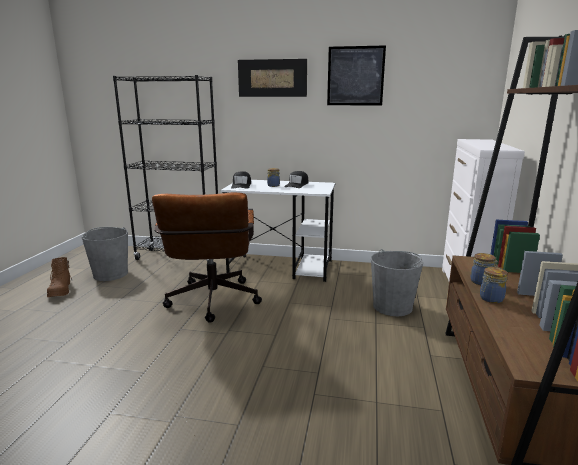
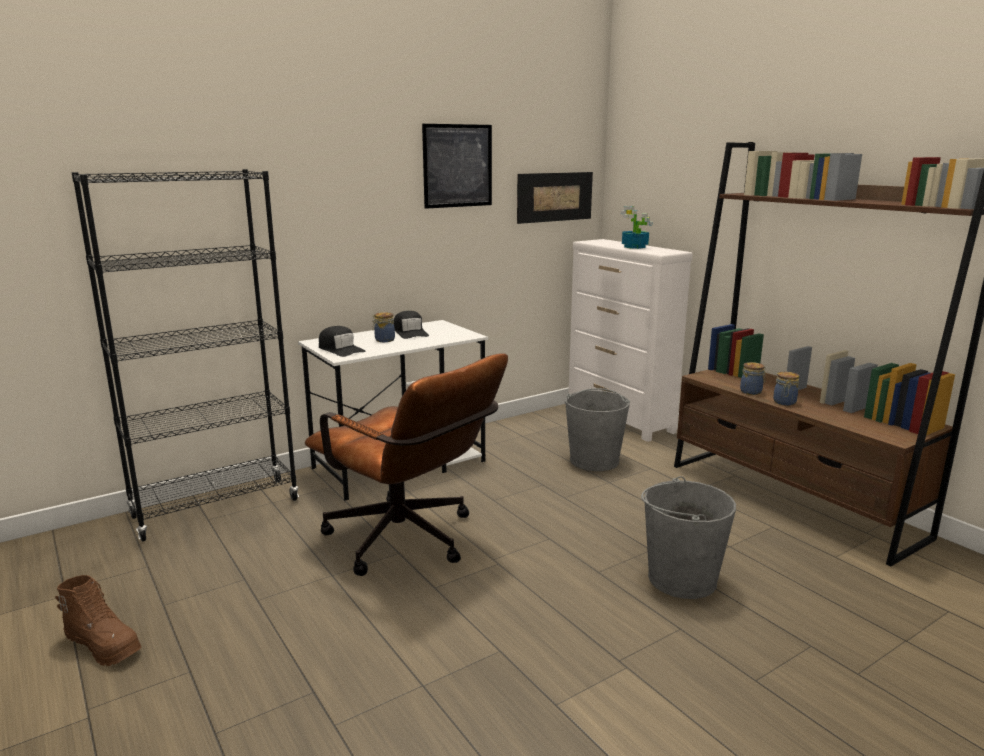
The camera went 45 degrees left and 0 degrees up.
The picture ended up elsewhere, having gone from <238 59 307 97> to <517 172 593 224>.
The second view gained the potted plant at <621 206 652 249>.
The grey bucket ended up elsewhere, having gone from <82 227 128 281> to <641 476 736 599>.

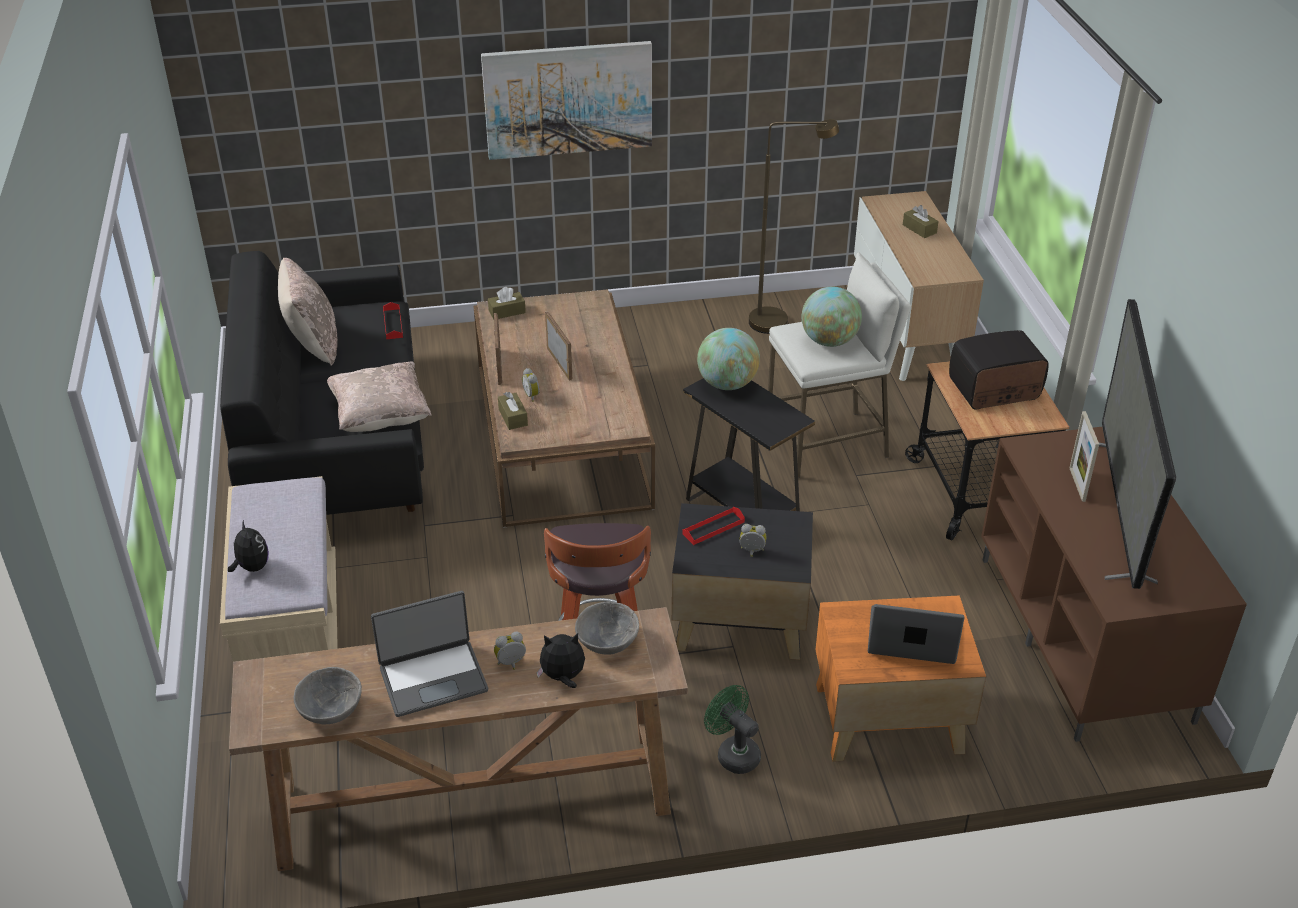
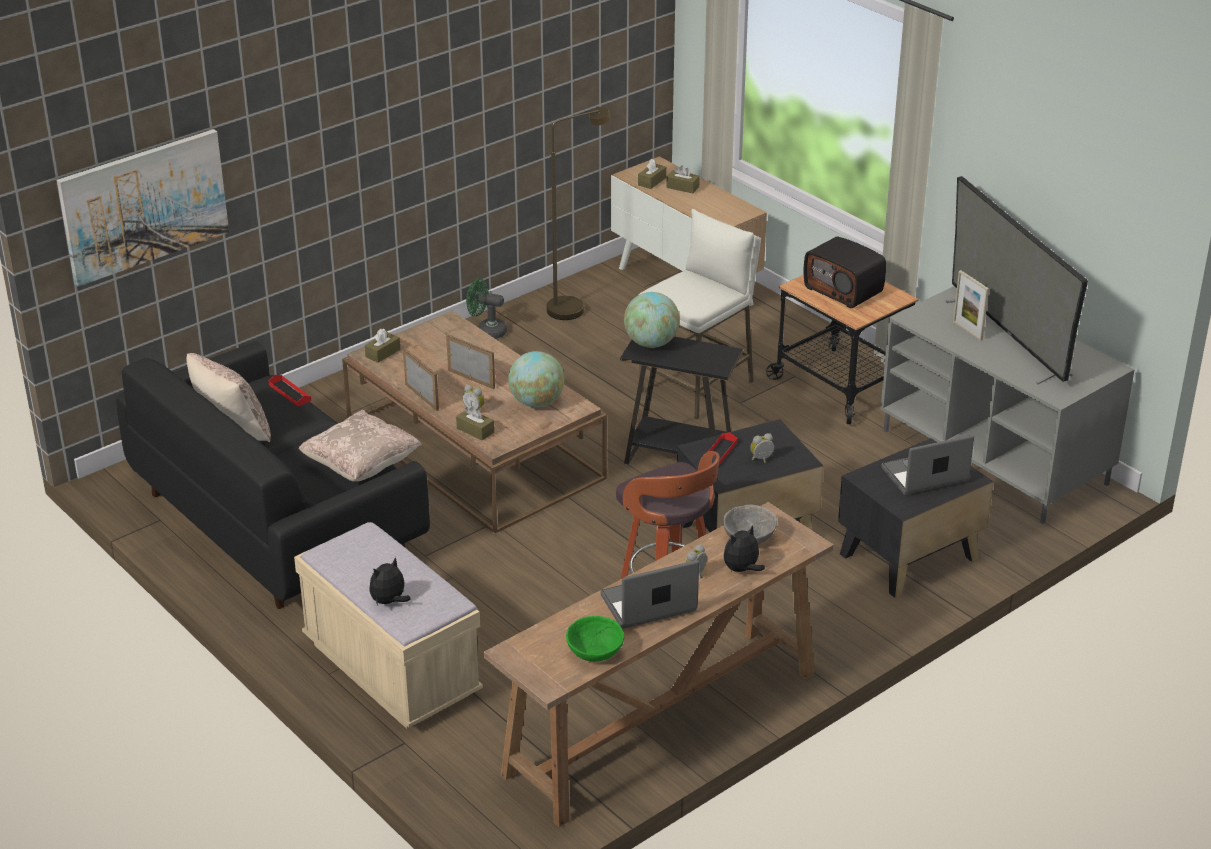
The camera went 30 degrees left and 5 degrees down.
The picture ended up elsewhere, having gone from <481 41 652 160> to <57 129 229 287>.
The plush toy at <228 520 269 572> ended up facing another way, 75 degrees counterclockwise from before.
The green fan ended up elsewhere, having gone from <704 685 761 774> to <466 278 507 339>.
The globe ended up elsewhere, having gone from <802 287 862 347> to <508 351 564 407>.
What was the grey bowl at <293 667 362 724> turned into the green bowl at <566 616 624 662>.
The laptop at <371 591 488 717> ended up facing another way, 150 degrees counterclockwise from before.
The second view gained the brown tissue box at <638 159 666 189>.
The radio at <949 330 1049 410> ended up facing another way, 90 degrees counterclockwise from before.
What was the orange side table at <815 595 986 762> turned into the black side table at <838 438 993 598>.
What was the brown tv stand at <981 427 1247 742> turned into the grey tv stand at <880 286 1135 524>.

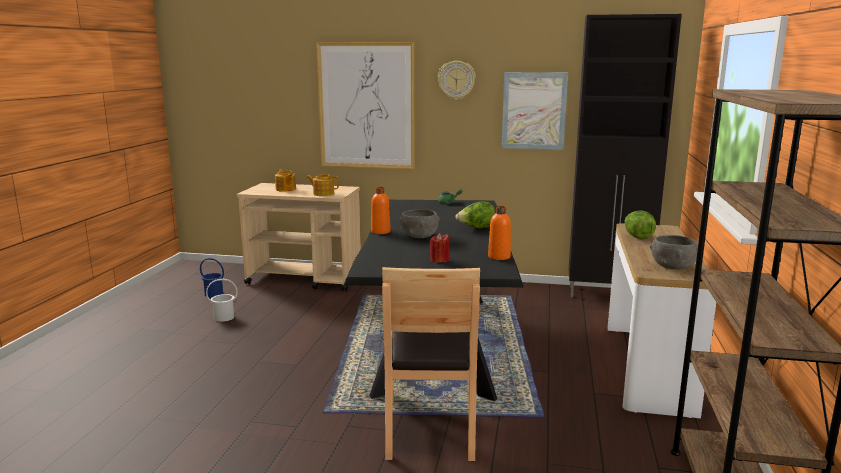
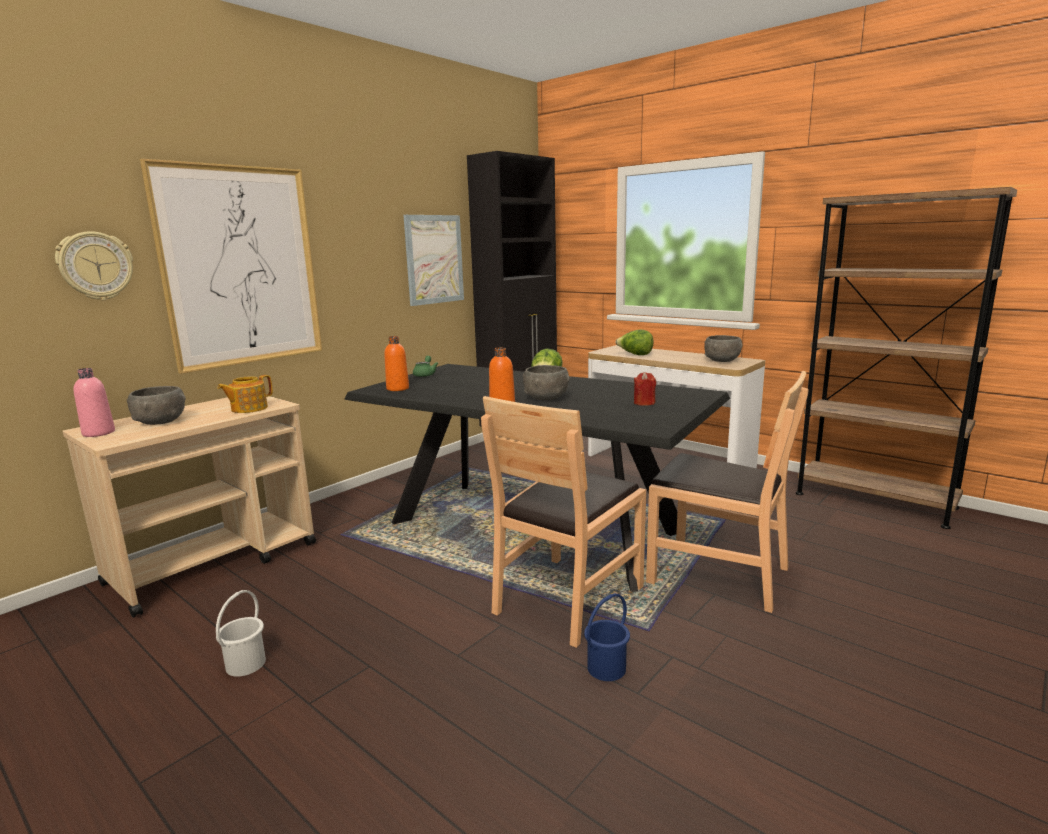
The camera went 60 degrees left and 0 degrees up.
The wall clock ended up elsewhere, having gone from <438 61 476 100> to <55 231 133 300>.
The second view gained the pink bottle at <74 368 115 437>.
Where the teapot stood at <275 170 296 192>, the grey bowl came to stand at <127 386 186 425>.
The orange bottle ended up elsewhere, having gone from <488 206 511 260> to <384 336 409 391>.
The second view gained the brown chair at <481 396 646 648>.
The blue bucket ended up elsewhere, having gone from <200 258 224 297> to <584 594 630 681>.

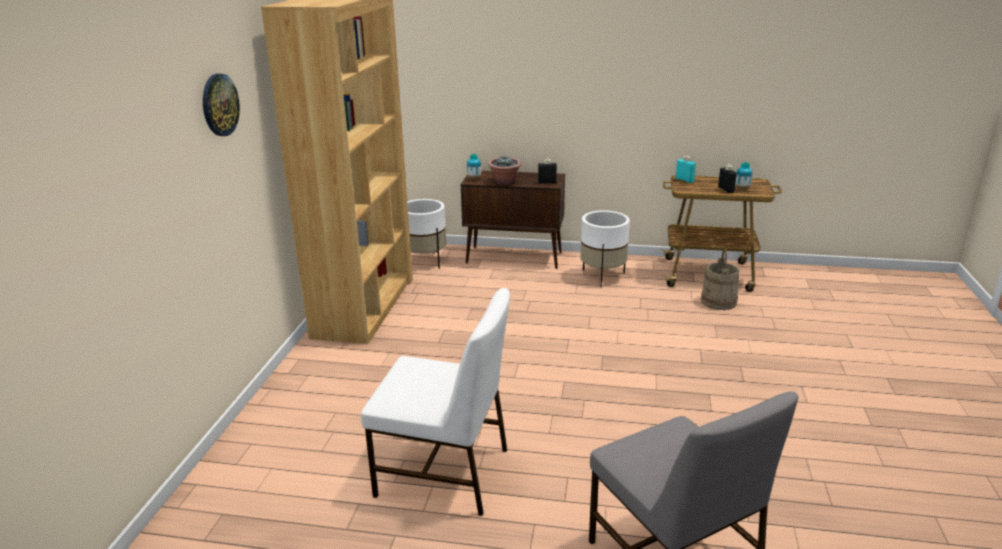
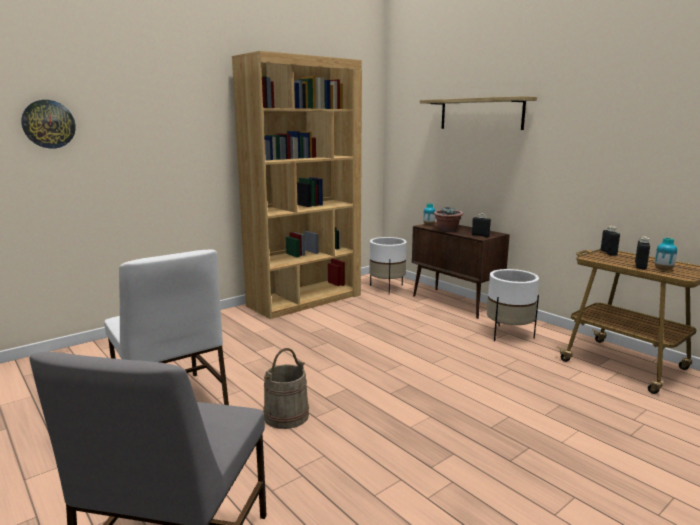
The camera went 40 degrees right and 10 degrees down.
The wall clock ended up elsewhere, having gone from <203 74 240 136> to <21 100 76 149>.
The beige bucket ended up elsewhere, having gone from <701 249 739 310> to <263 348 309 429>.
The second view gained the shelf at <420 96 537 130>.
What was the turquoise bottle at <676 156 696 183> turned into the black bottle at <601 226 620 255>.

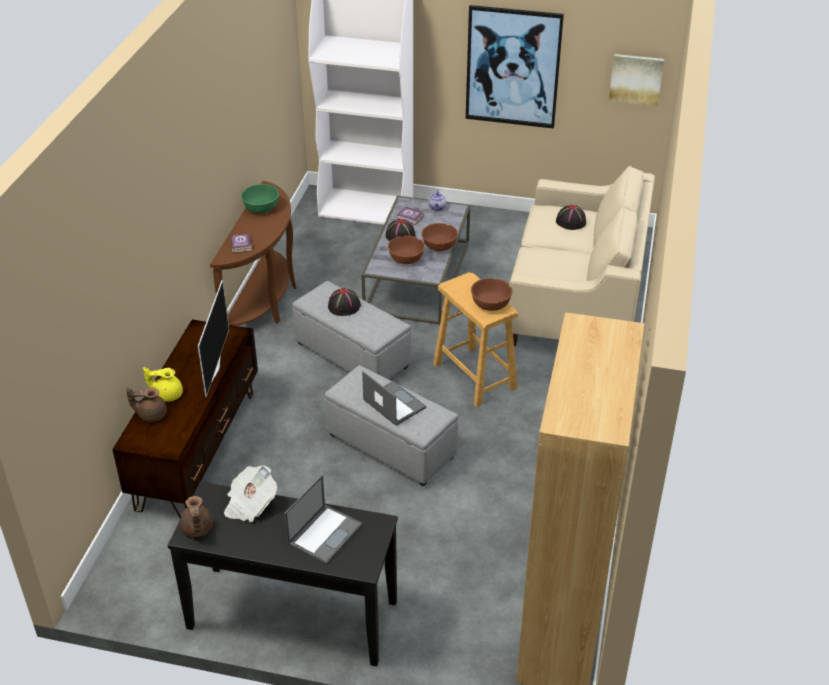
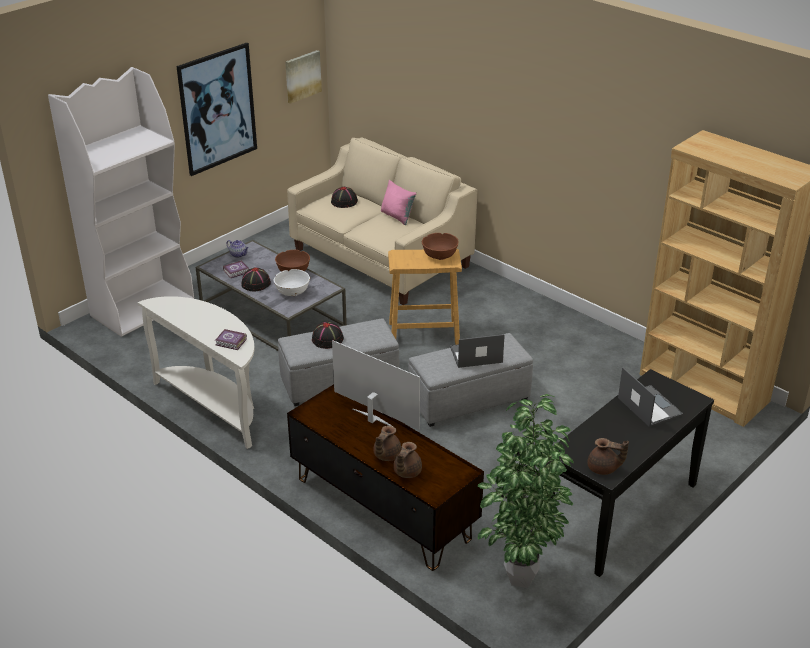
The camera went 60 degrees left and 5 degrees down.
What was the brown console table at <210 181 296 326> turned into the white console table at <138 296 255 449>.
What was the brown bowl at <388 236 425 264> turned into the white bowl at <274 269 310 296>.
What was the yellow teapot at <143 367 183 402> turned into the brown teapot at <373 425 401 461>.
The second view gained the pink pillow at <381 180 416 225>.
The second view gained the potted plant at <478 394 574 588>.
The second view lost the newspaper at <224 466 277 522>.
The second view lost the green bowl at <241 184 279 213>.

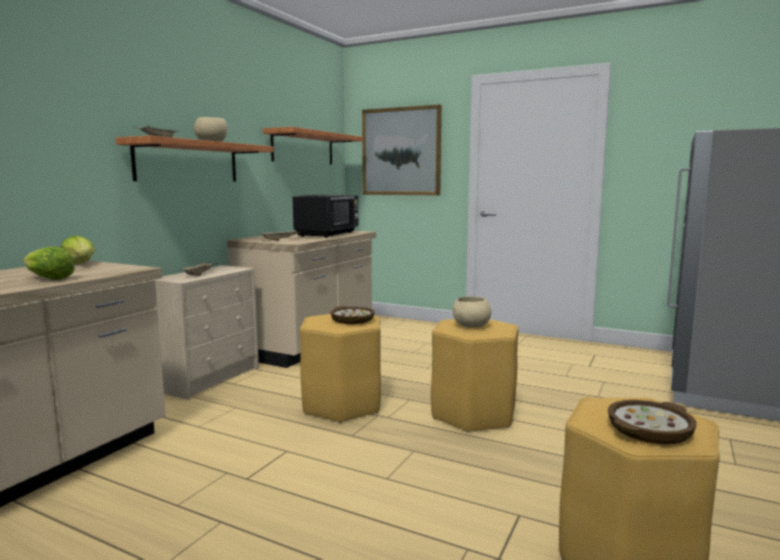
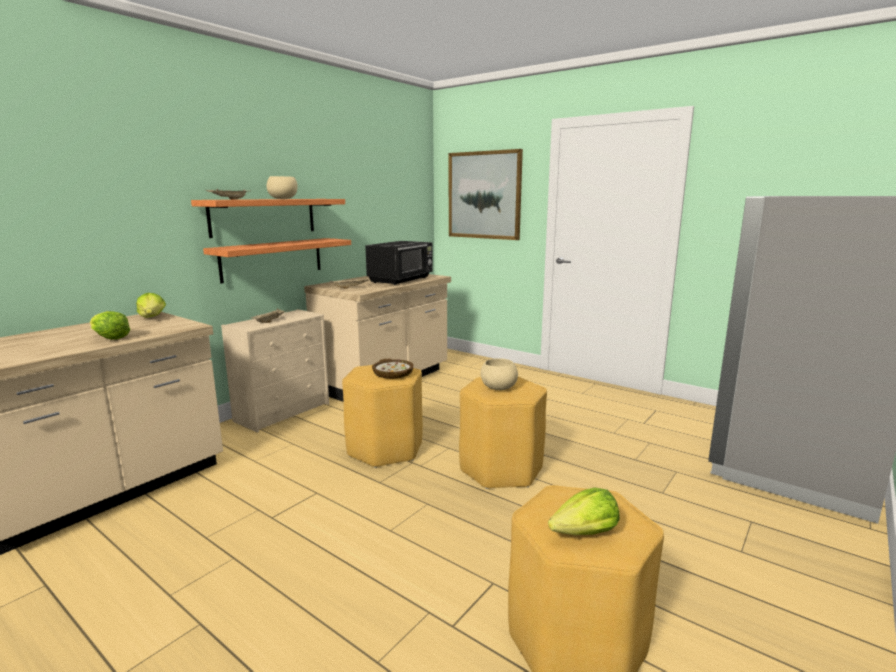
The camera went 10 degrees right and 5 degrees up.
The shelf ended up elsewhere, having gone from <263 127 363 165> to <203 238 351 283>.
Where the bowl stood at <608 400 697 444>, the lettuce came to stand at <548 487 620 535>.

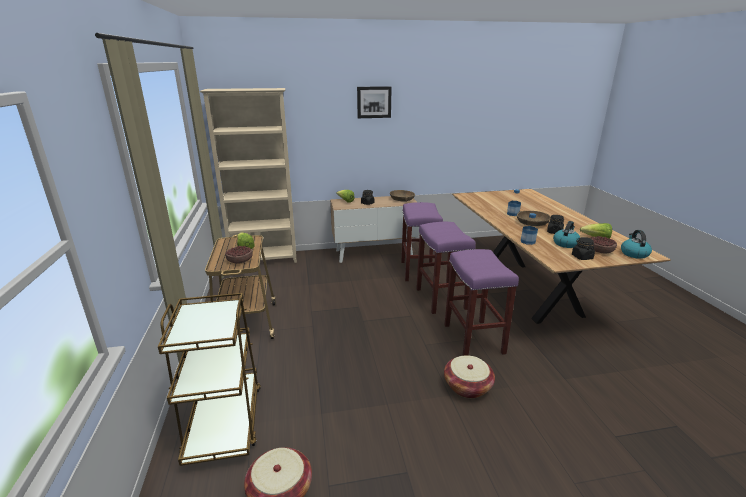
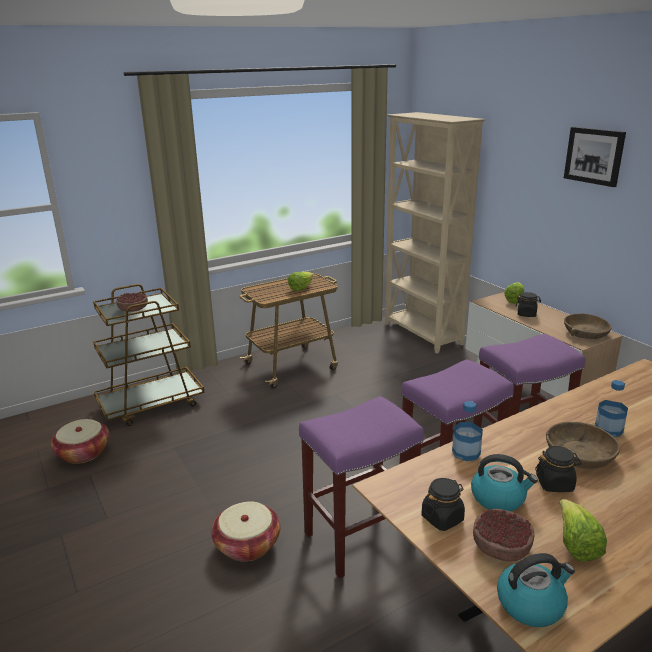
The camera went 70 degrees right and 0 degrees up.
The bowl ended up elsewhere, having gone from <225 246 253 264> to <116 293 148 312>.

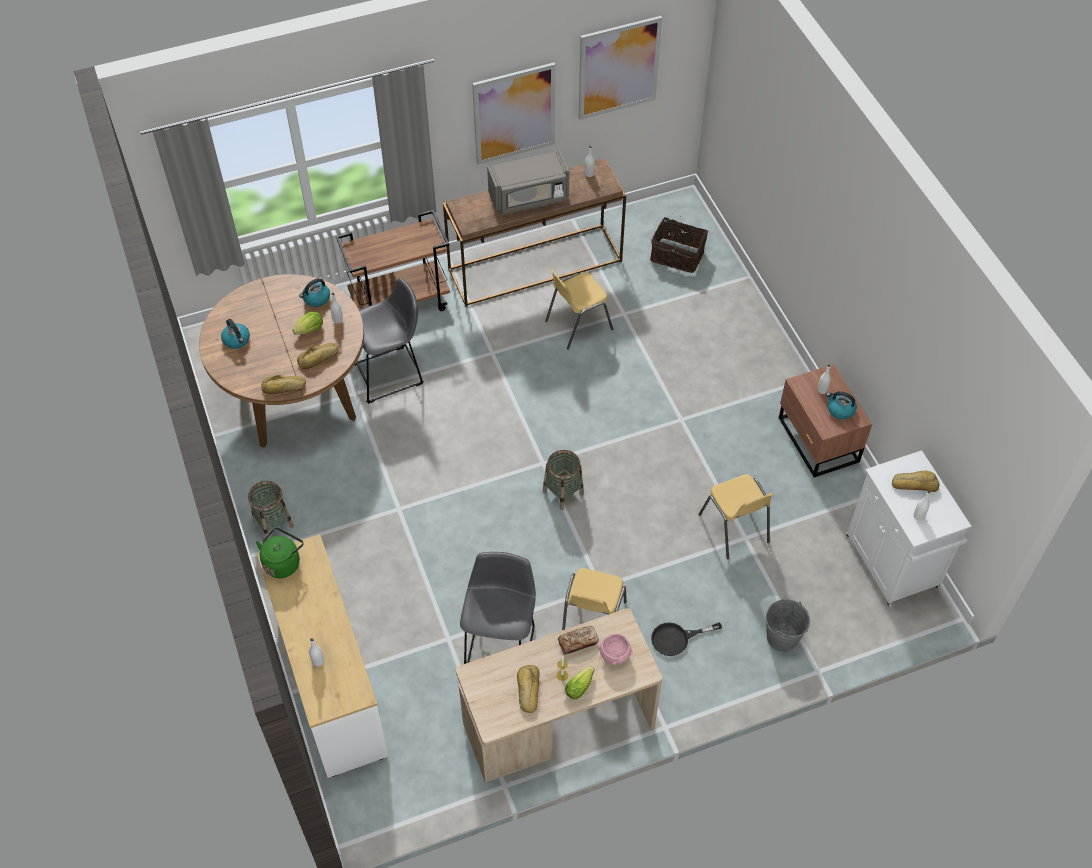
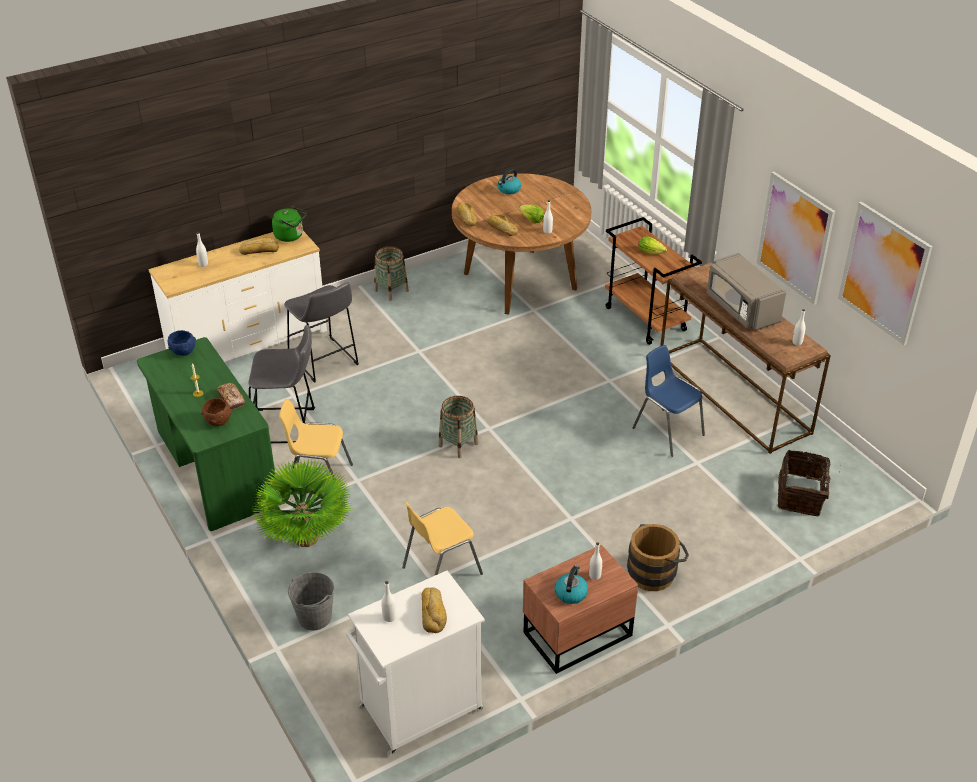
The camera went 80 degrees right and 15 degrees down.
What was the beige desk at <456 608 662 783> turned into the green desk at <137 337 275 531>.
The second view gained the blue bowl at <168 330 196 356>.
What was the pink bowl at <599 634 633 665> turned into the brown bowl at <201 398 232 426>.
The bread ended up elsewhere, having gone from <517 665 540 713> to <239 237 279 255>.
Where the black frying pan stood at <651 622 722 656>, the potted plant came to stand at <251 459 352 547>.
The grey stool ended up elsewhere, having gone from <355 278 424 404> to <284 282 359 383>.
The second view gained the brown bucket at <627 524 689 591>.
What was the yellow chair at <545 270 613 350> turned into the blue chair at <632 345 705 457>.
The lettuce ended up elsewhere, having gone from <565 666 594 700> to <638 236 667 254>.
The second view lost the kettle at <299 278 330 307>.

